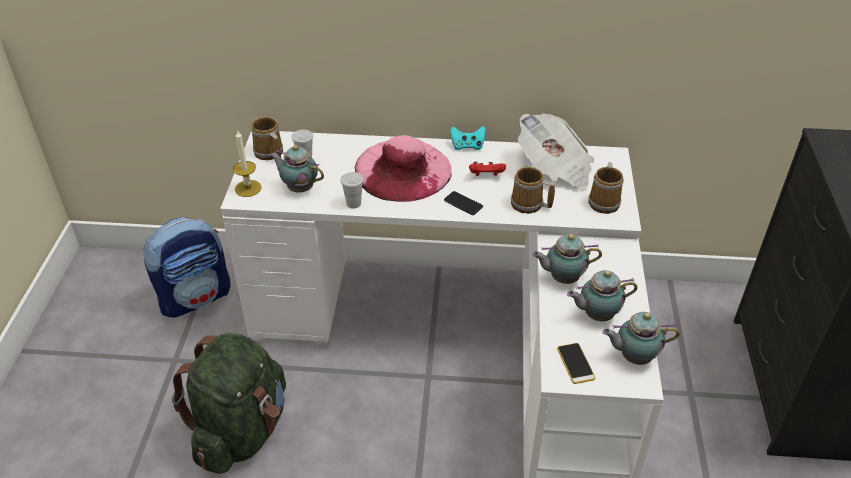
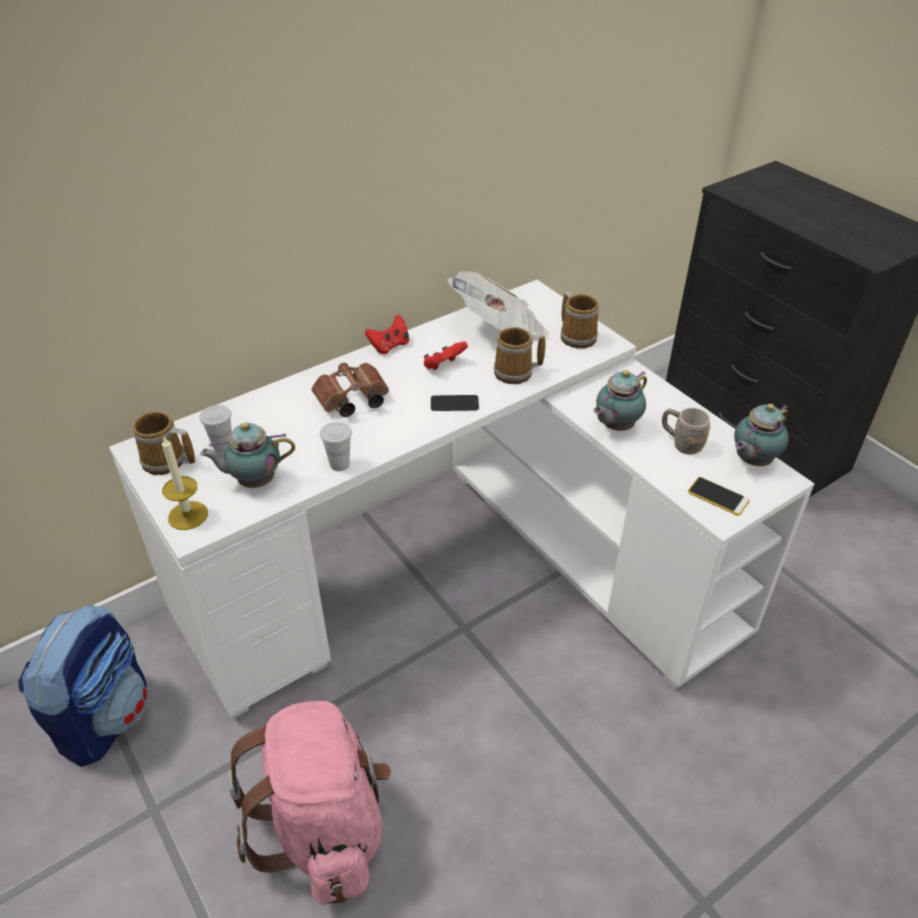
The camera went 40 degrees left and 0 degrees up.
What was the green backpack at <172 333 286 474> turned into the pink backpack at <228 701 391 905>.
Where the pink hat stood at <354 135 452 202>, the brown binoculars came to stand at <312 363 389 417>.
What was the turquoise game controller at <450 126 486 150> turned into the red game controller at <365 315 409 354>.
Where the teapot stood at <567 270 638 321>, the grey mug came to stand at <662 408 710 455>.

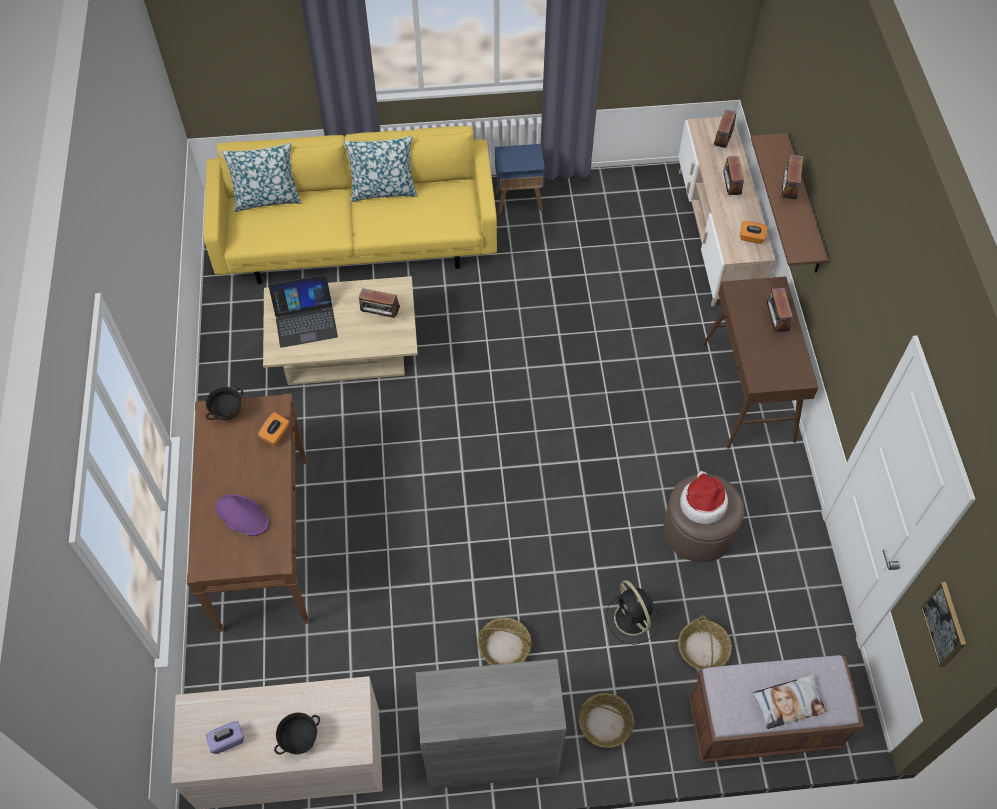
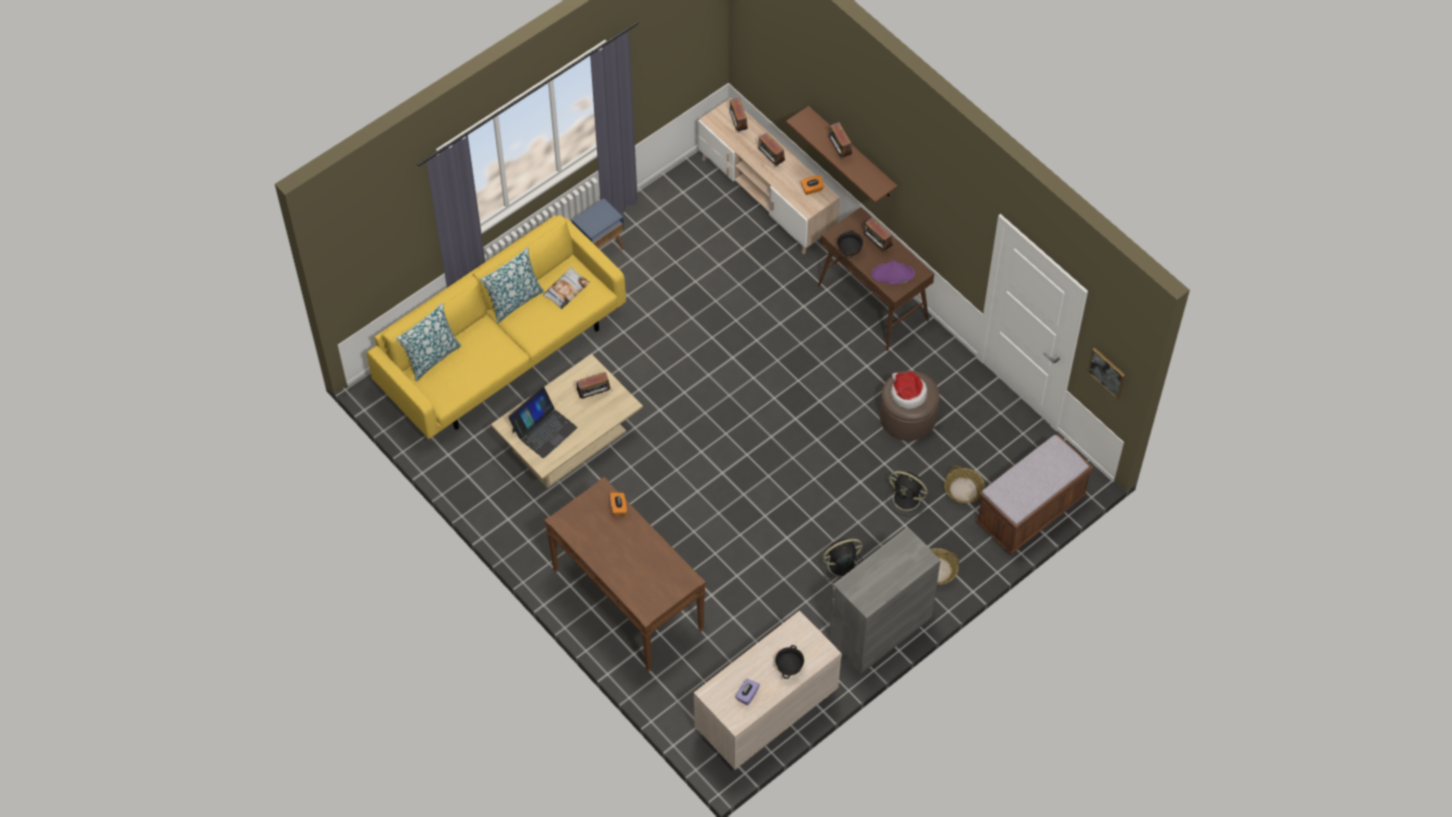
The camera went 35 degrees left and 0 degrees up.
The pillow ended up elsewhere, having gone from <753 675 826 729> to <543 267 590 309>.
Where the basket stood at <478 618 532 665>, the black fan came to stand at <820 539 863 583>.
The black bowl ended up elsewhere, having gone from <206 386 243 420> to <837 230 863 258>.
The purple hat ended up elsewhere, having gone from <216 494 269 536> to <871 260 915 285>.

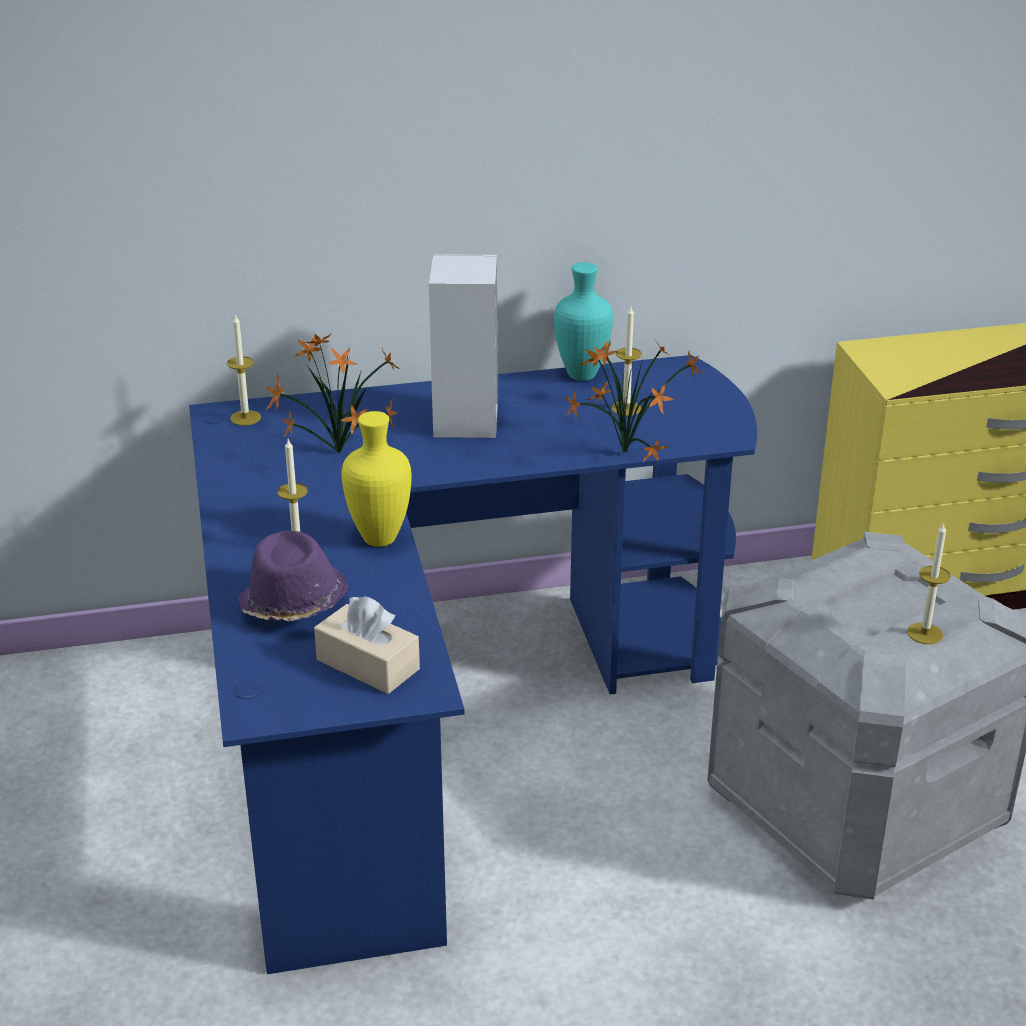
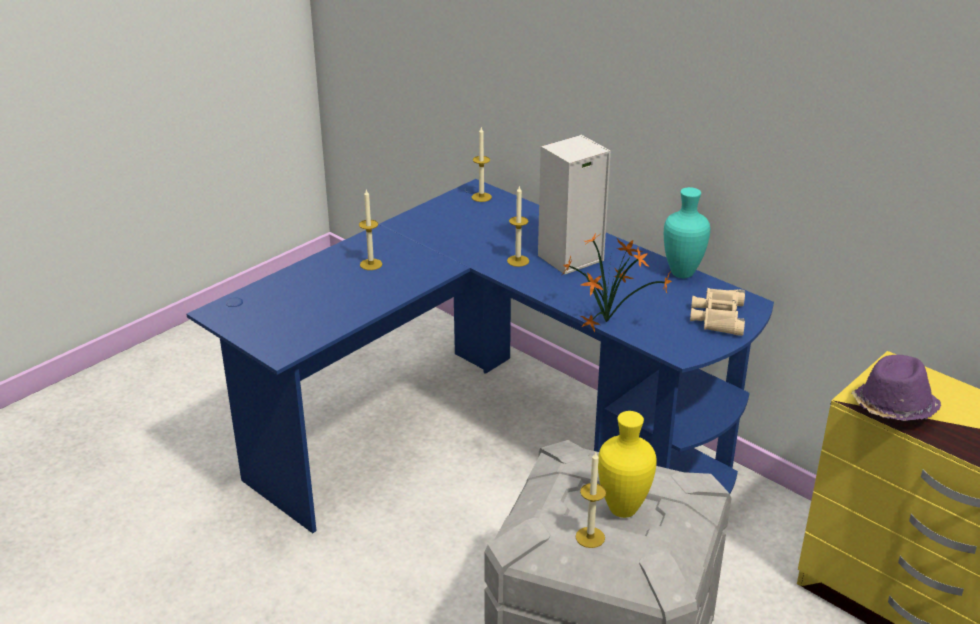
The camera went 55 degrees right and 0 degrees up.
The candle ended up elsewhere, having gone from <611 306 642 416> to <507 186 529 267>.
The yellow vase ended up elsewhere, having gone from <342 411 412 547> to <598 411 657 518>.
The second view gained the beige binoculars at <690 288 745 336>.
The purple hat ended up elsewhere, having gone from <238 531 348 621> to <851 355 941 421>.
The second view lost the potted plant at <265 334 399 454>.
The second view lost the beige tissue box at <314 596 420 694>.

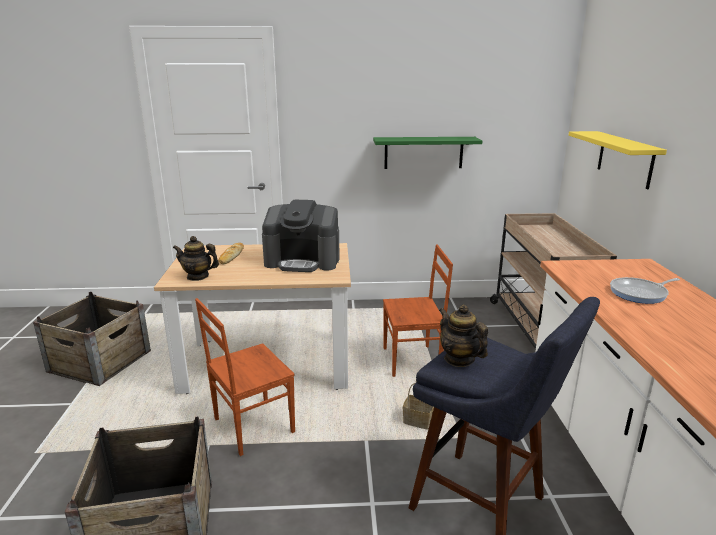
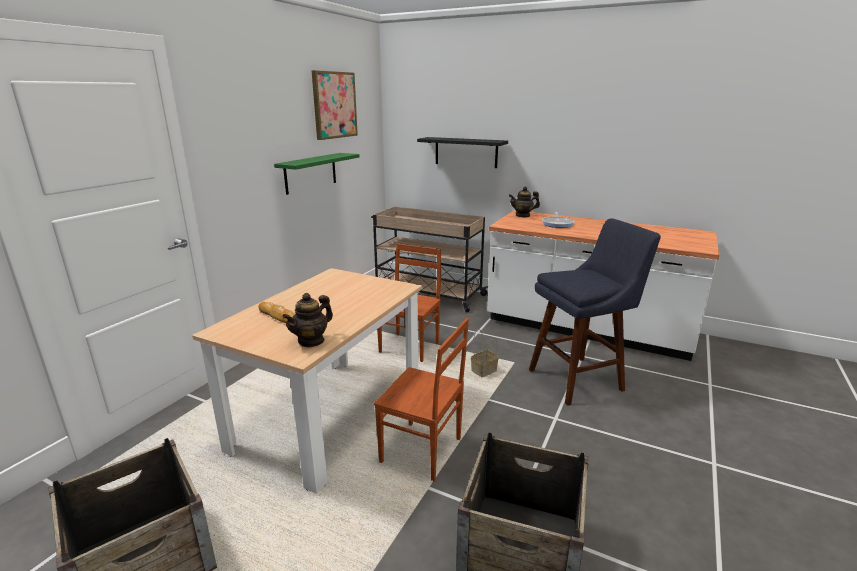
The camera went 60 degrees left and 0 degrees up.
The second view gained the picture at <311 70 358 140>.
The brown chair at <195 298 295 456> ended up facing another way, 60 degrees counterclockwise from before.
What was the yellow shelf at <568 131 667 189> turned into the black shelf at <417 137 508 168>.
The teapot ended up elsewhere, having gone from <439 305 488 367> to <509 186 540 218>.
The second view lost the coffee machine at <262 200 340 272>.

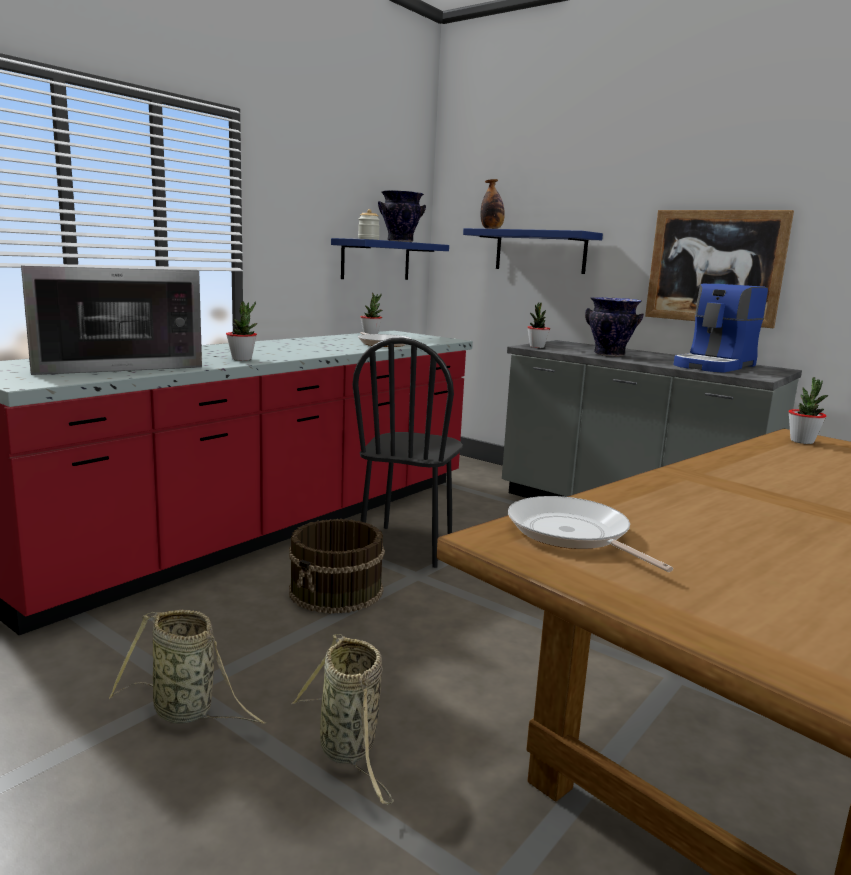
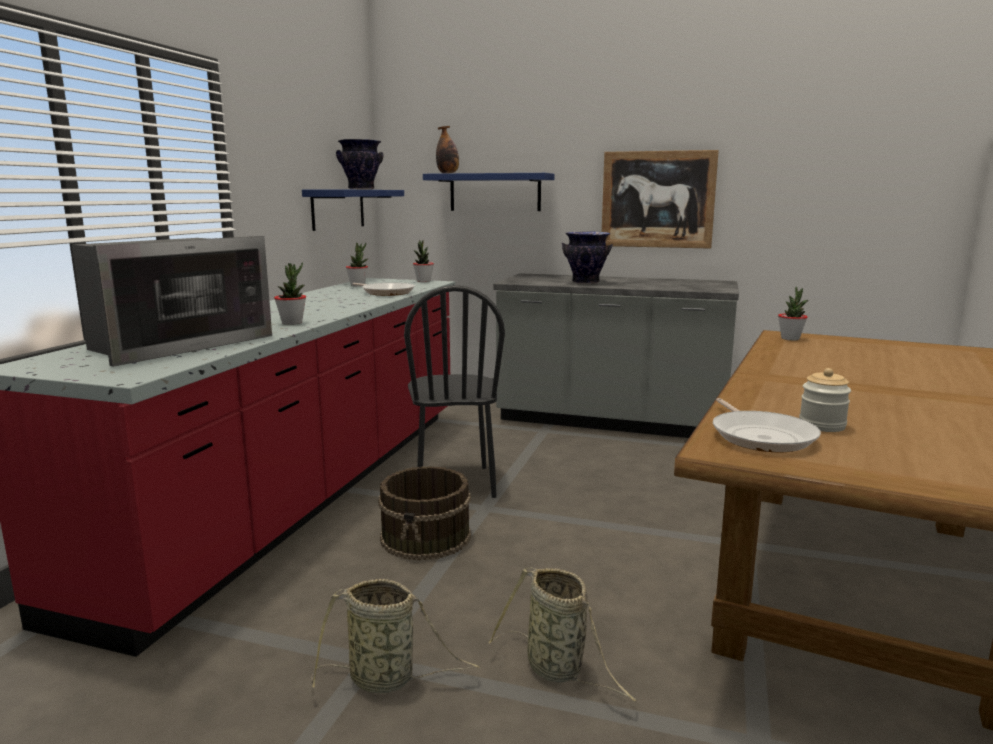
The camera went 20 degrees left and 0 degrees up.
The potted plant ended up elsewhere, having gone from <527 302 550 348> to <413 240 434 282>.
The frying pan at <508 496 673 572> ended up facing another way, 135 degrees counterclockwise from before.
The jar ended up elsewhere, having gone from <358 209 380 240> to <799 368 851 432>.
The second view lost the coffee machine at <674 284 768 373>.

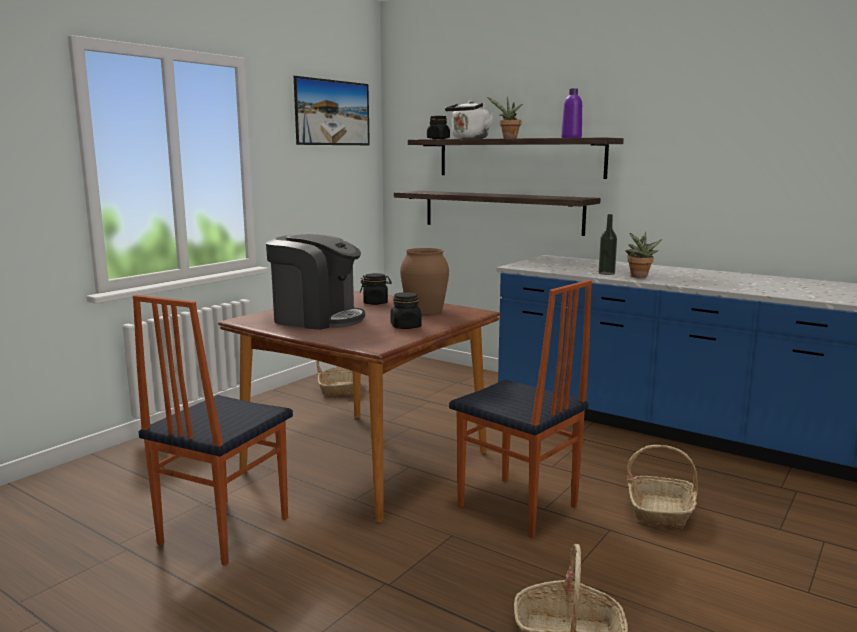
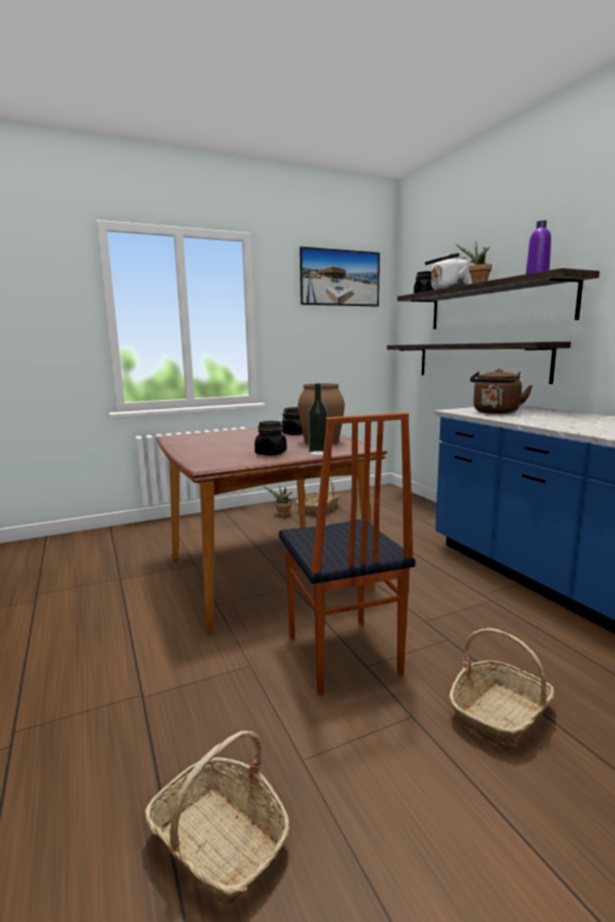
The camera went 30 degrees right and 0 degrees up.
The potted plant ended up elsewhere, having gone from <625 231 662 278> to <263 486 293 517>.
The bottle ended up elsewhere, having gone from <599 214 617 275> to <308 383 328 455>.
The second view gained the brown kettle at <470 369 533 414>.
The second view lost the chair at <133 295 293 566>.
The second view lost the coffee machine at <266 234 365 330>.

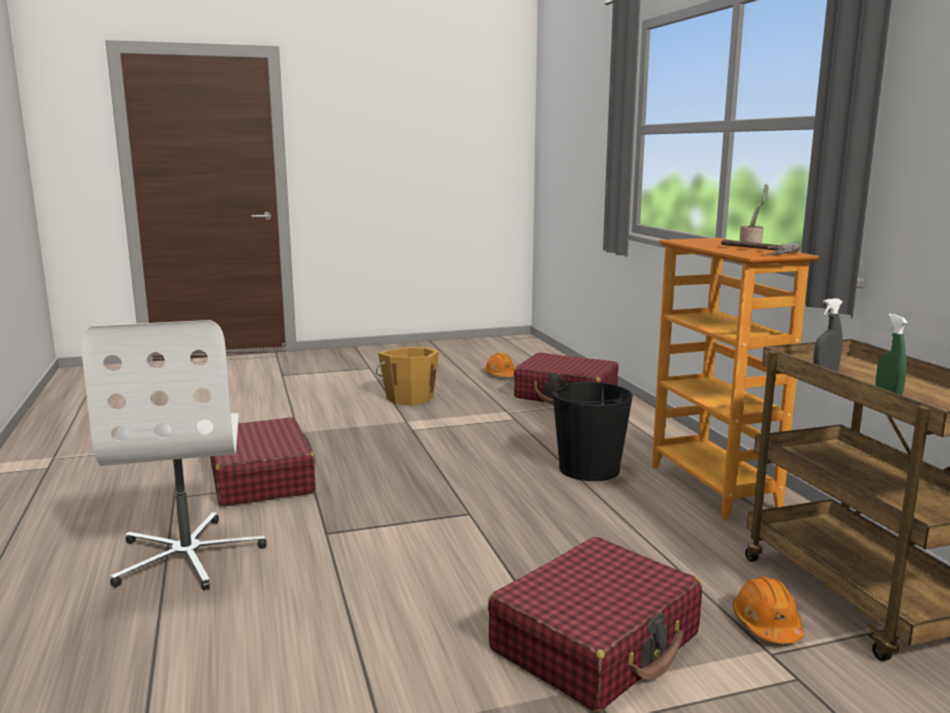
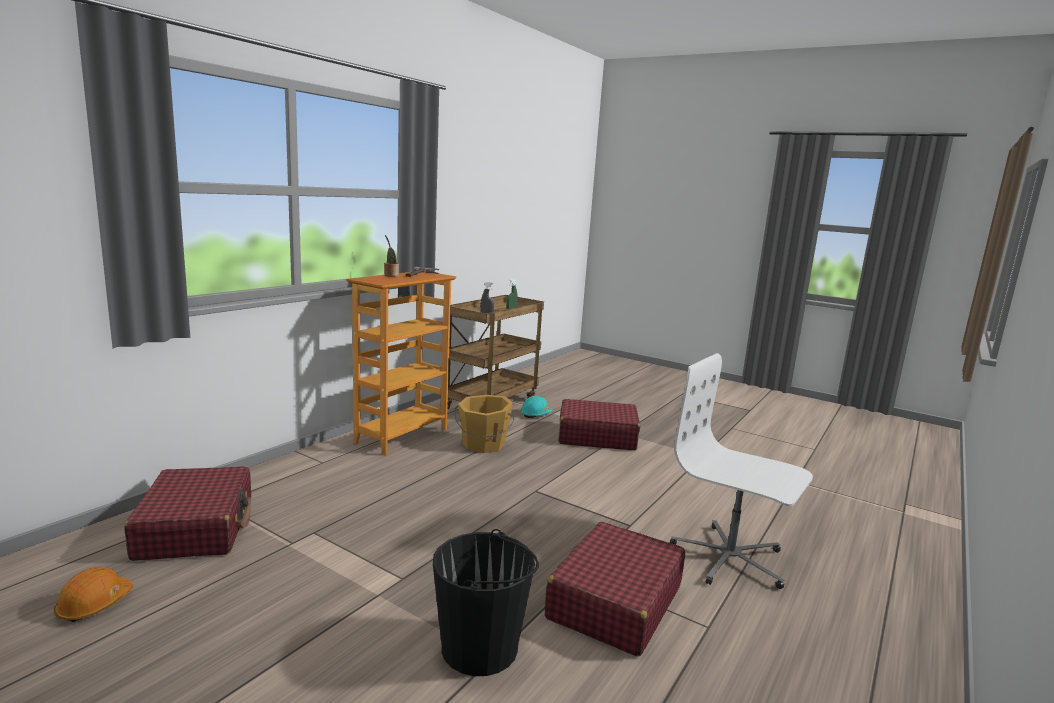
The camera went 130 degrees left and 0 degrees up.
The black bucket ended up elsewhere, having gone from <552 380 633 481> to <433 529 539 676>.
The orange bucket ended up elsewhere, having gone from <376 347 439 405> to <454 395 514 453>.
What was the orange hard hat at <733 576 804 644> turned into the turquoise hard hat at <520 396 552 418>.
The white office chair at <82 320 267 590> ended up facing another way, 90 degrees counterclockwise from before.

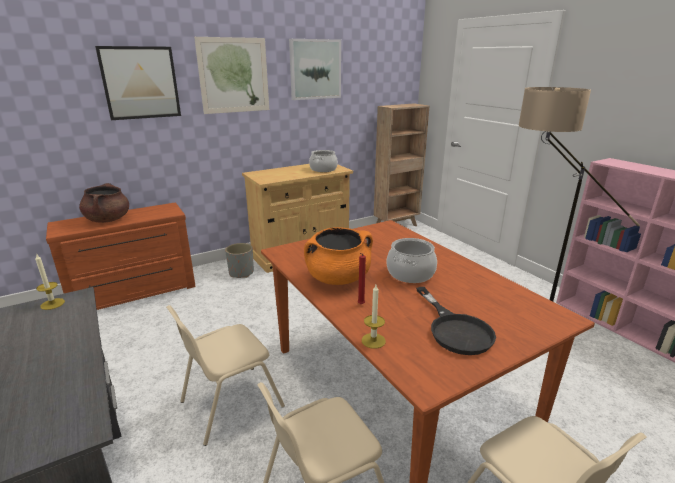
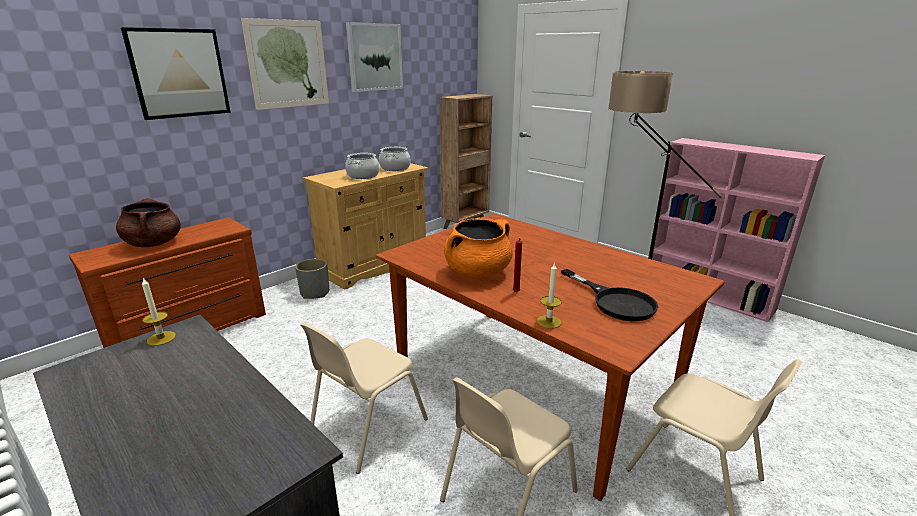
The camera went 15 degrees left and 0 degrees up.
The cooking pot ended up elsewhere, having gone from <387 238 437 283> to <345 153 380 179>.

